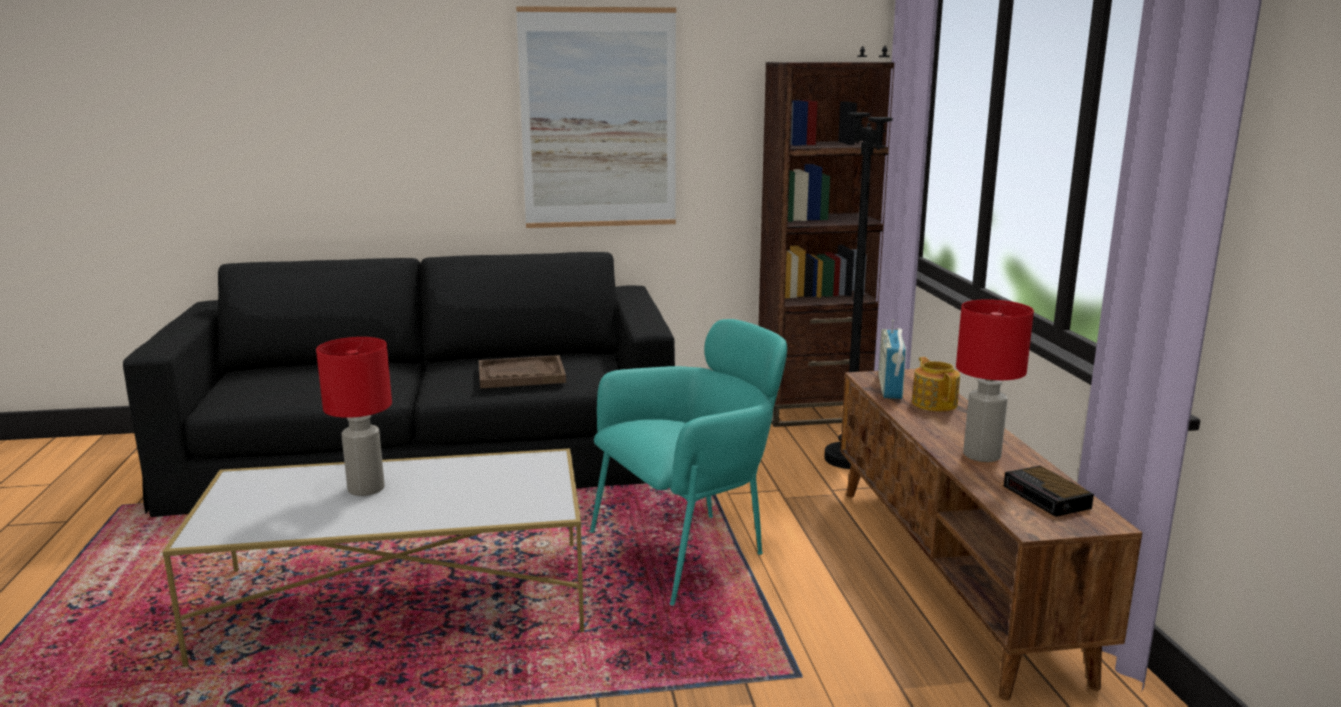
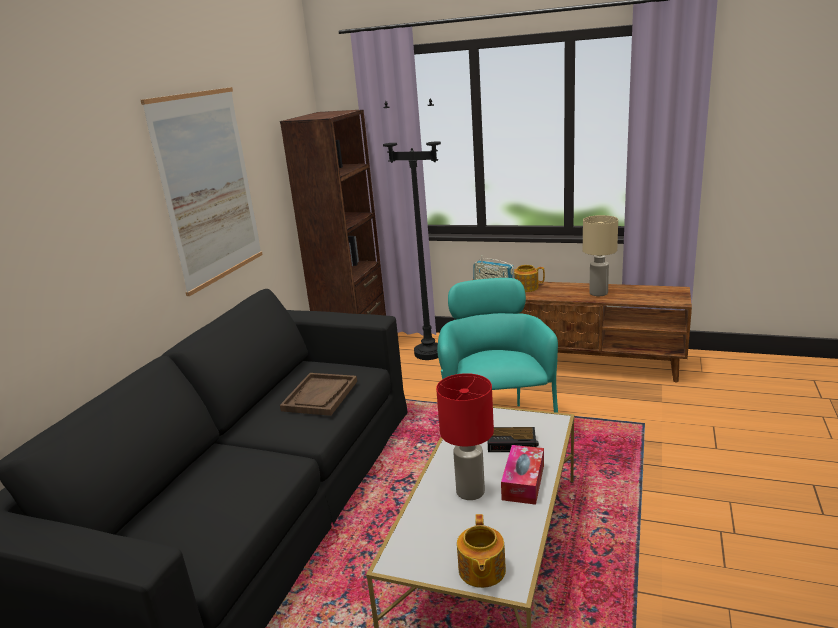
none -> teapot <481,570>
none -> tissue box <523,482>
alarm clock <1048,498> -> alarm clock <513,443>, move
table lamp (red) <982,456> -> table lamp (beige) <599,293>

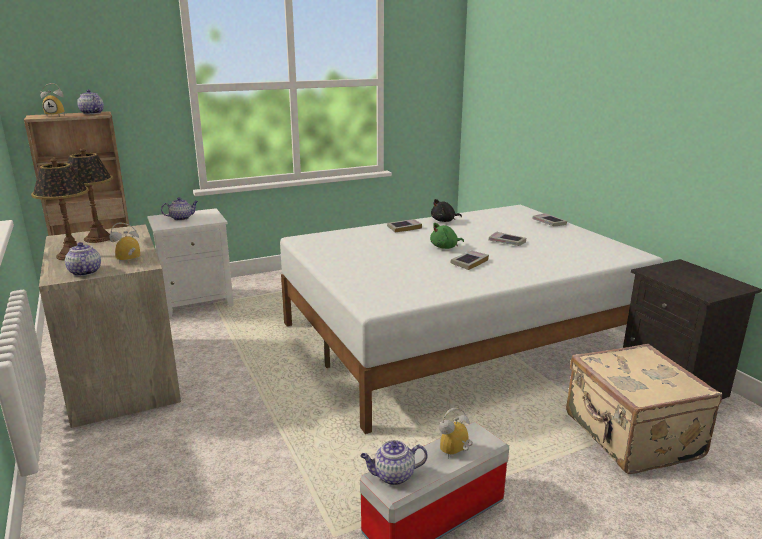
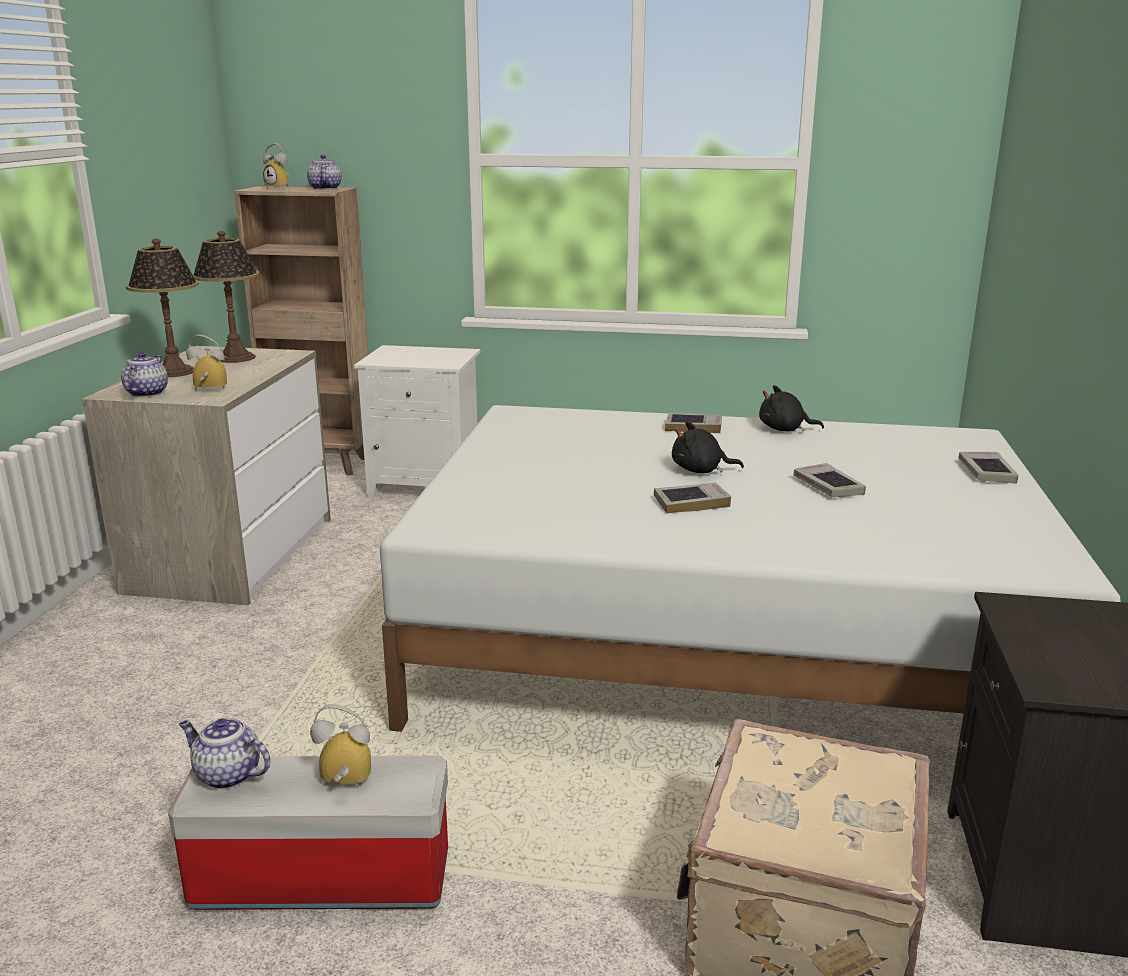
teapot <181,218> -> none
plush toy (green) <445,247> -> plush toy (black) <700,470>

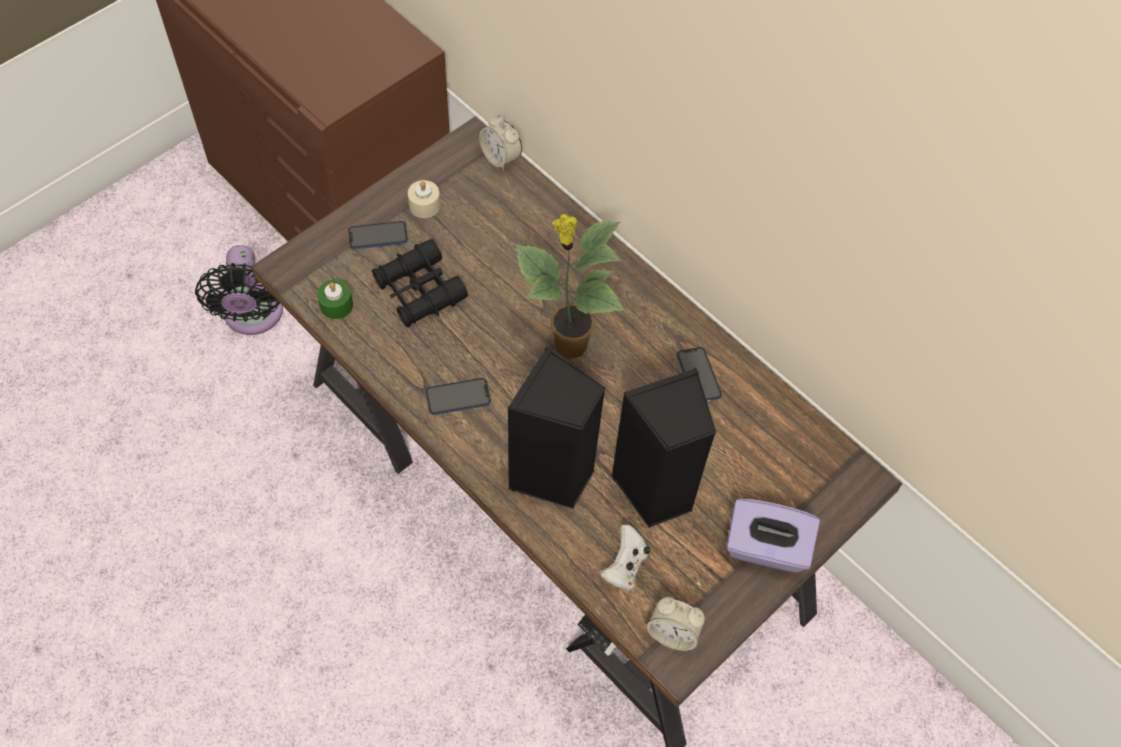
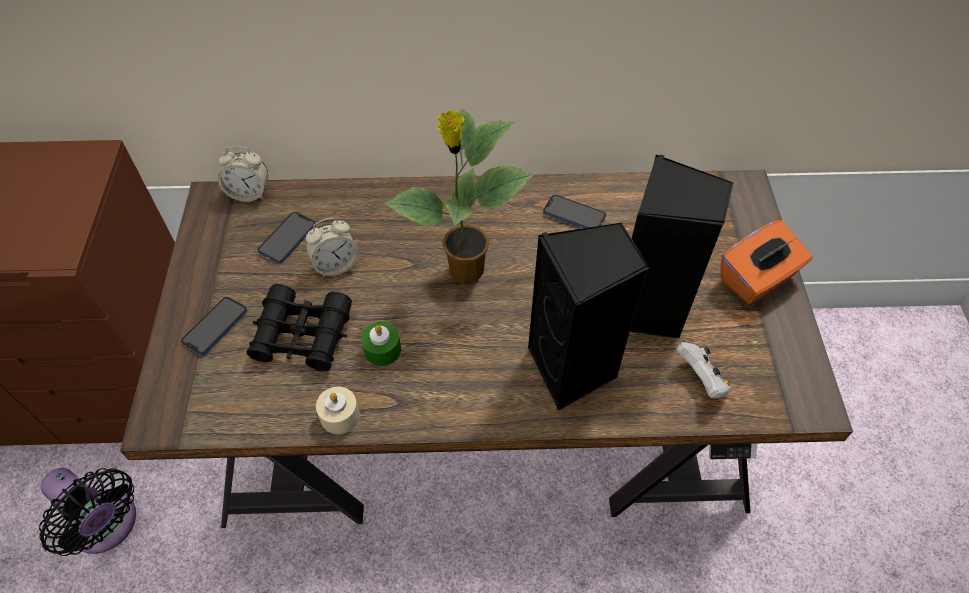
candle (green) <336,305> -> candle (green) <382,350>, move
candle (beige) <424,205> -> candle (beige) <340,416>, move
phone <458,397> -> phone <287,238>, move
alarm clock <673,633> -> alarm clock <335,265>, move
tissue box (purple) <766,548> -> tissue box (orange) <757,279>

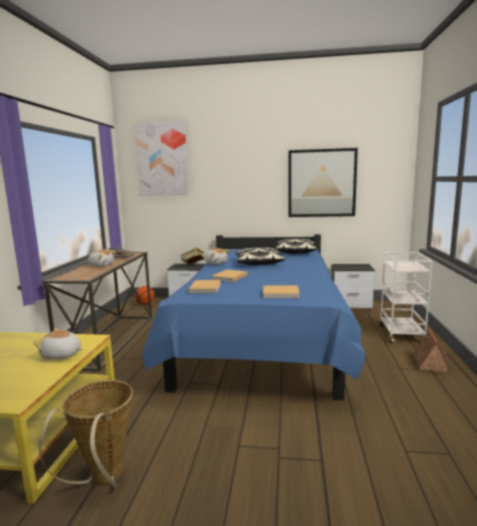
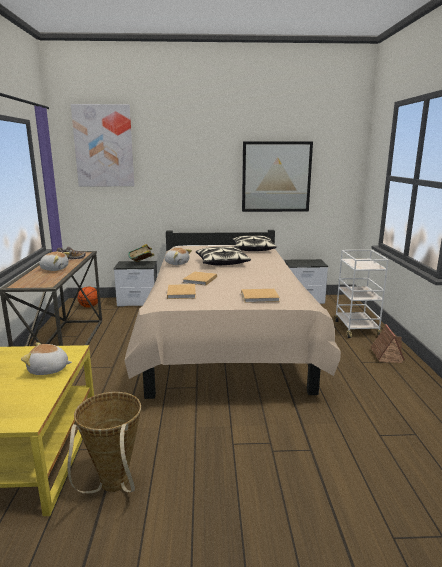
bed (blue) <261,338> -> bed (beige) <225,338>

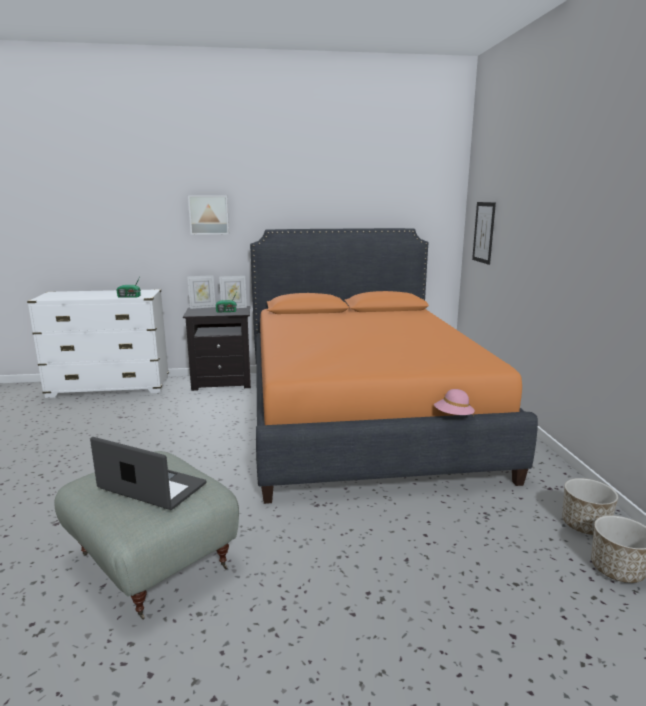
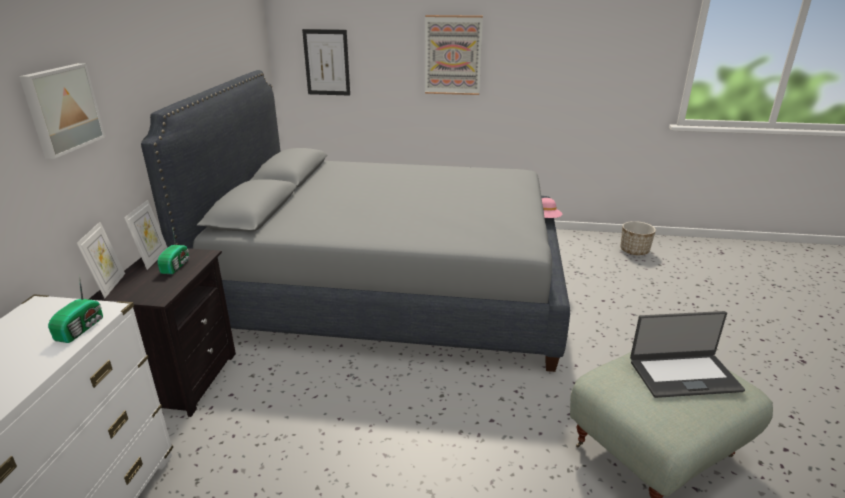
planter <584,525> -> none
none -> picture <453,55>
bed (orange) <361,417> -> bed (grey) <389,288>
laptop <151,487> -> laptop <683,375>, 135 degrees counterclockwise

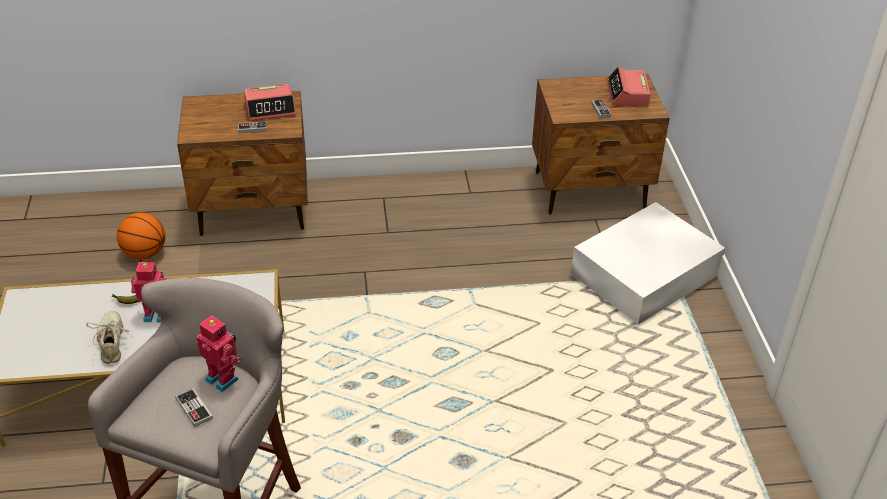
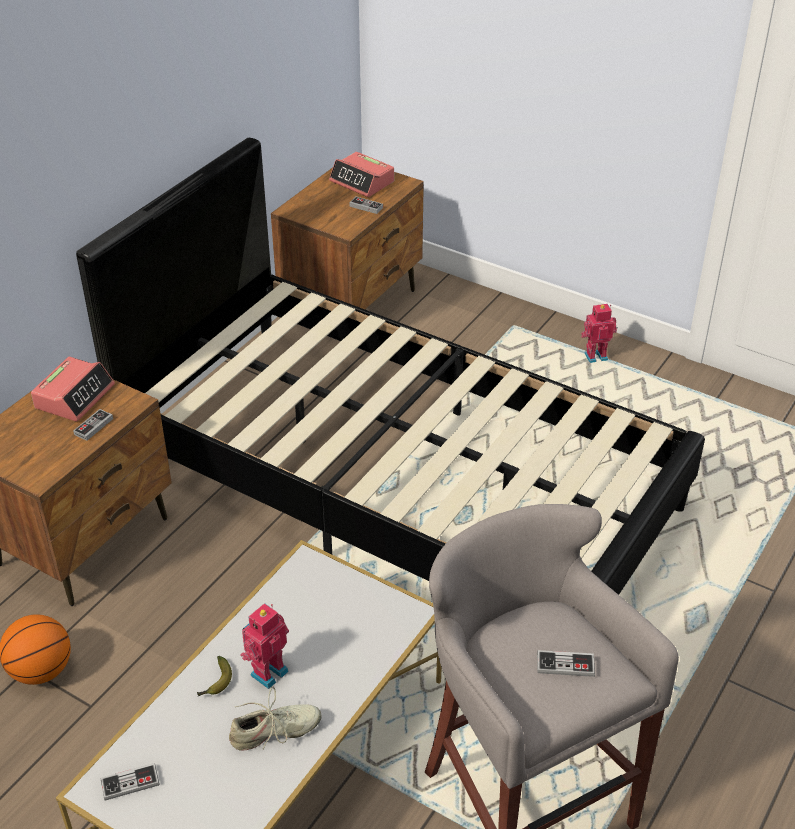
storage box (white) <646,274> -> none
none -> bed (black) <396,482>
none -> game controller <130,783>
toy robot <223,378> -> toy robot <595,356>, move
shoe (beige) <112,342> -> shoe (beige) <275,732>, 135 degrees clockwise

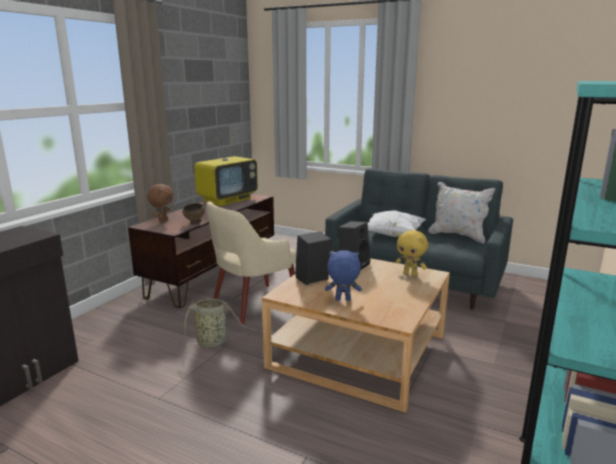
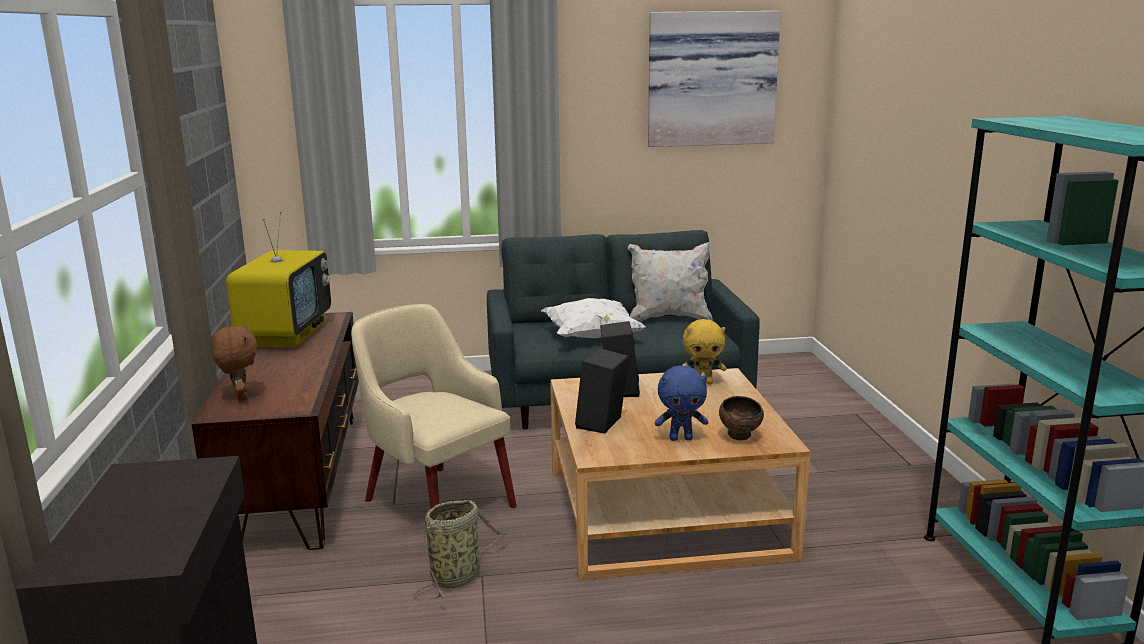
none -> picture <711,79>
bowl (brown) <195,223> -> bowl (brown) <740,437>, move
armchair (beige) <253,304> -> armchair (beige) <436,501>, 120 degrees clockwise
plush toy (blue) <342,300> -> plush toy (blue) <681,438>, 150 degrees counterclockwise

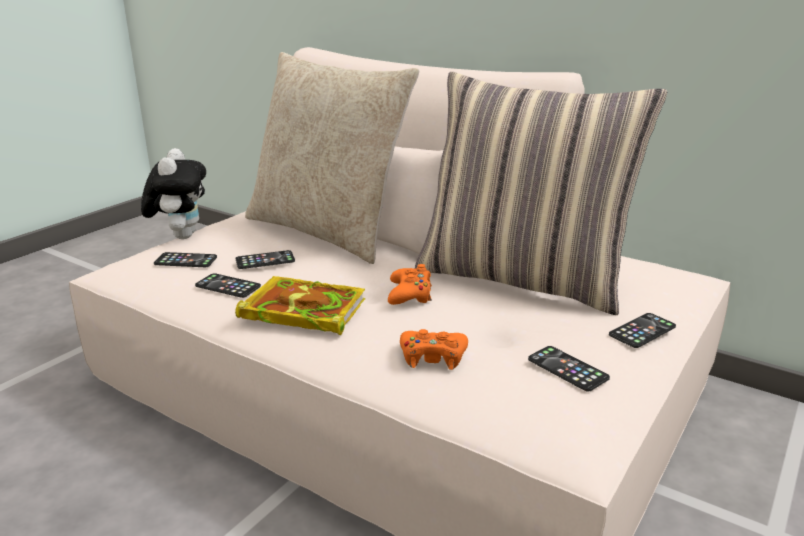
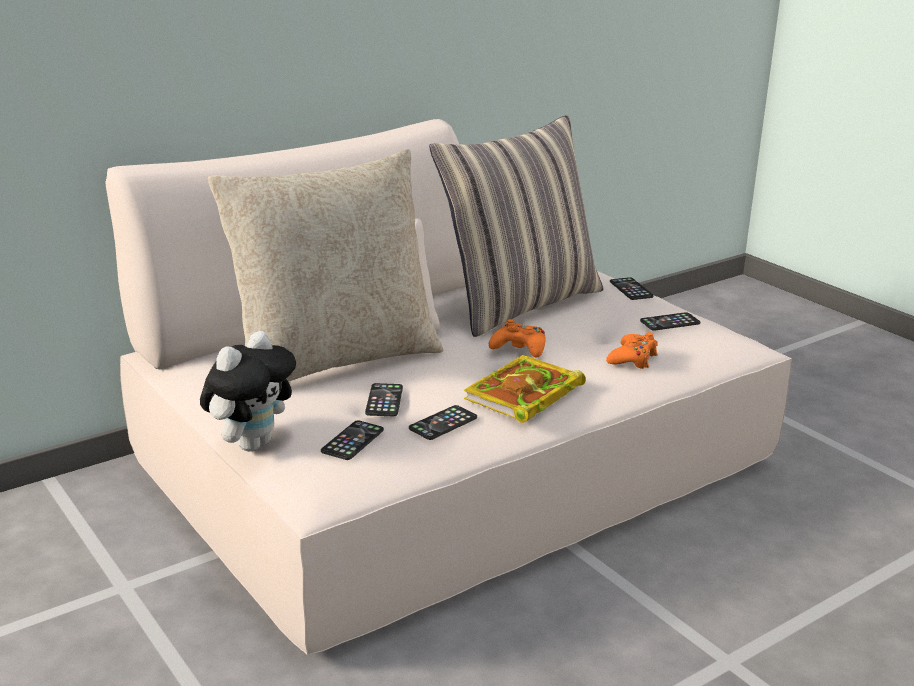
plush toy <181,235> -> plush toy <252,443>, 105 degrees clockwise

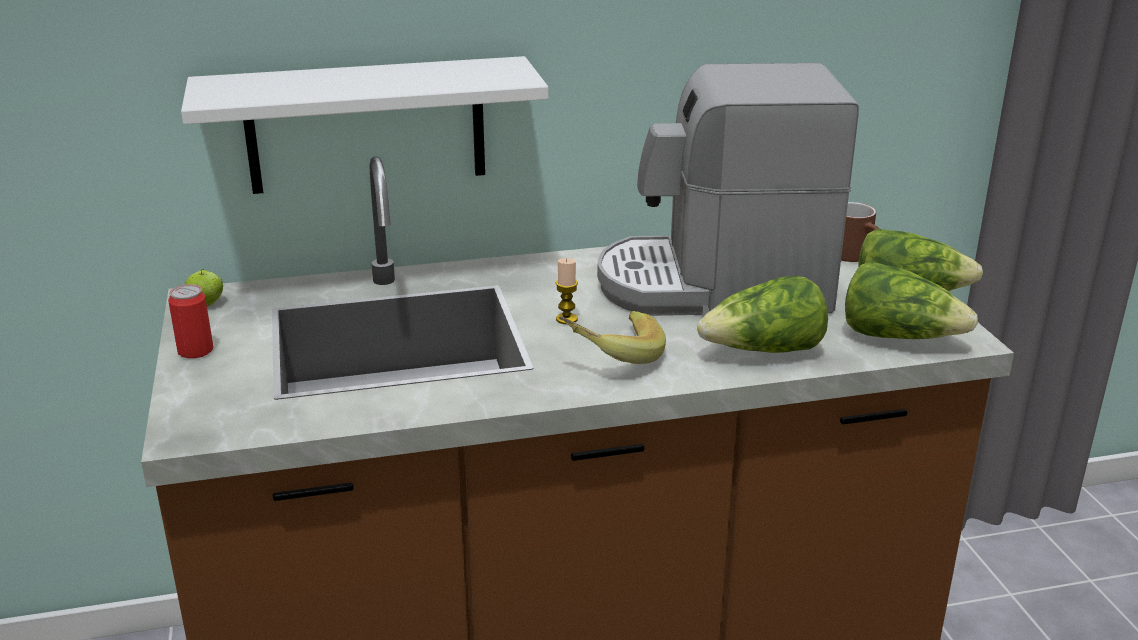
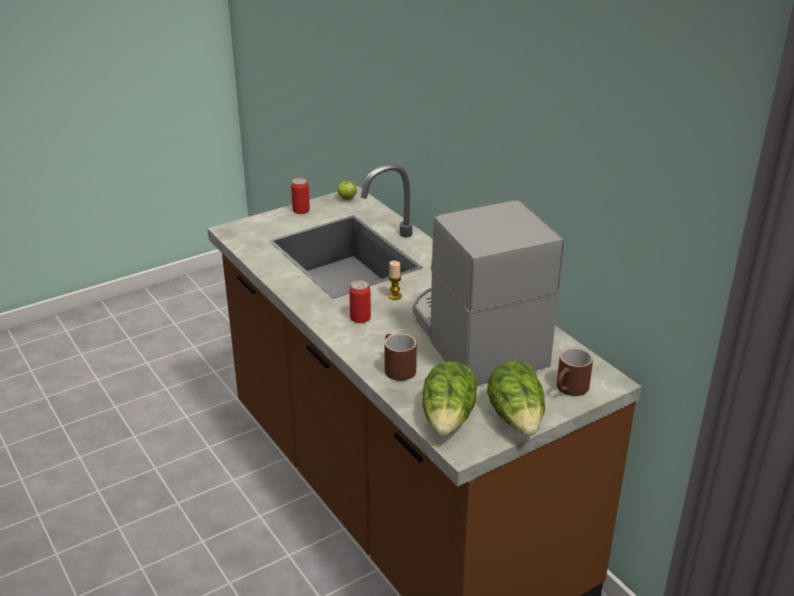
shelf (white) <366,125> -> none
banana <610,355> -> can <360,318>
lettuce <764,351> -> mug (brown) <396,368>

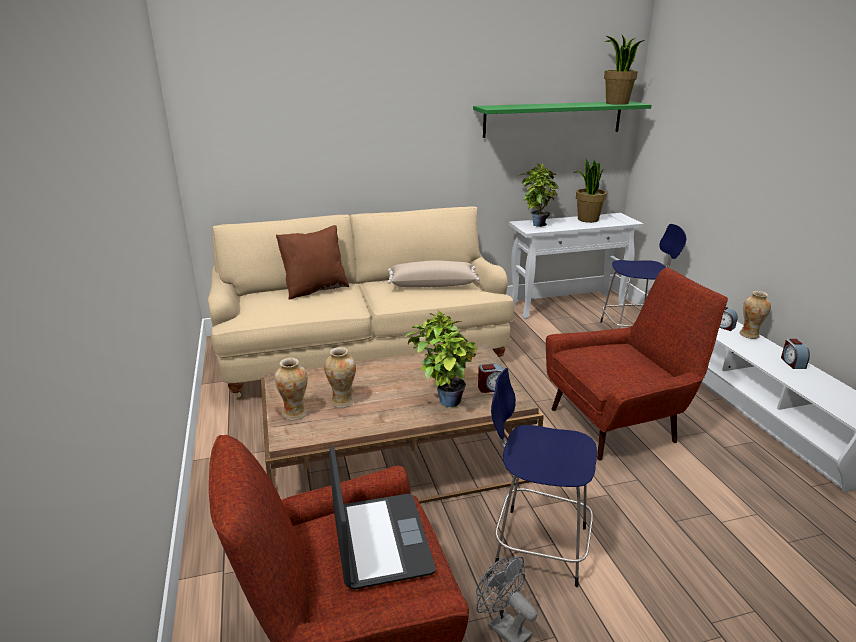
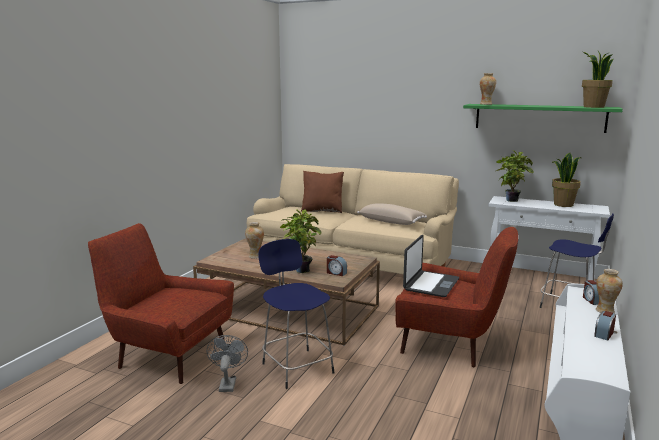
vase <294,414> -> vase <486,104>, move
laptop <380,541> -> laptop <430,284>, move

